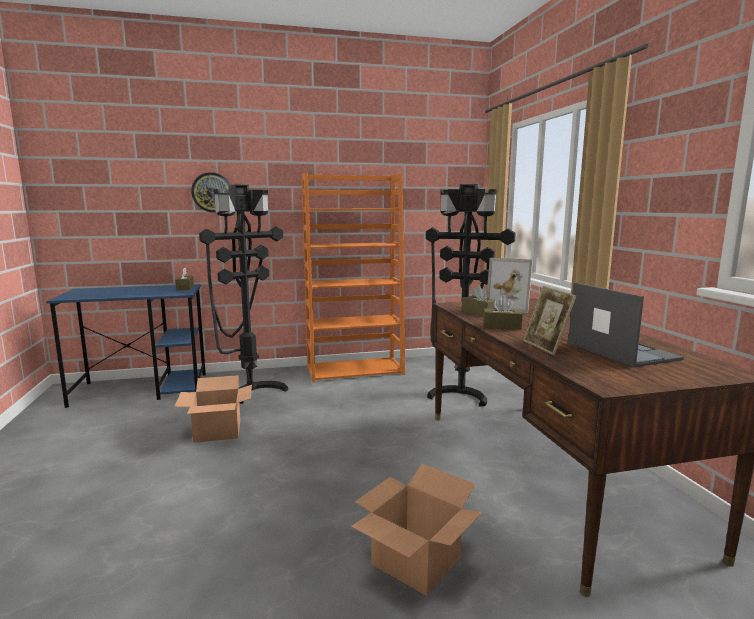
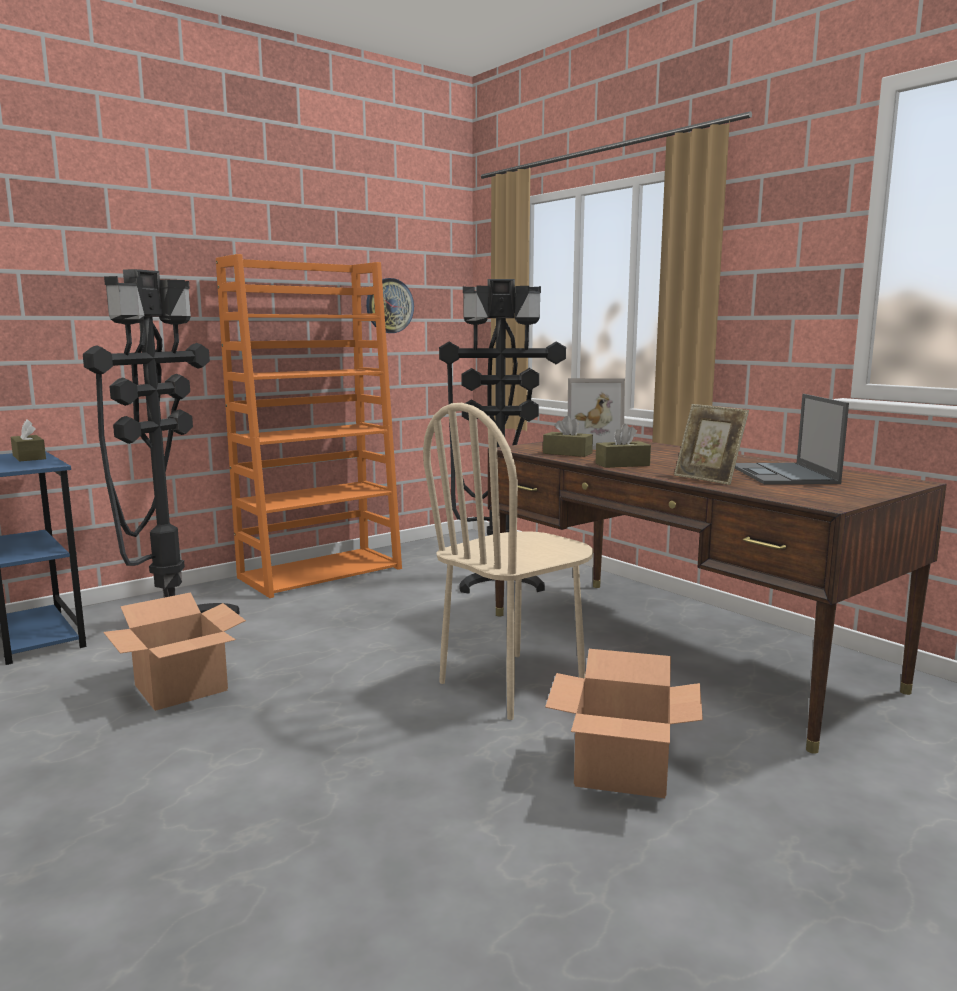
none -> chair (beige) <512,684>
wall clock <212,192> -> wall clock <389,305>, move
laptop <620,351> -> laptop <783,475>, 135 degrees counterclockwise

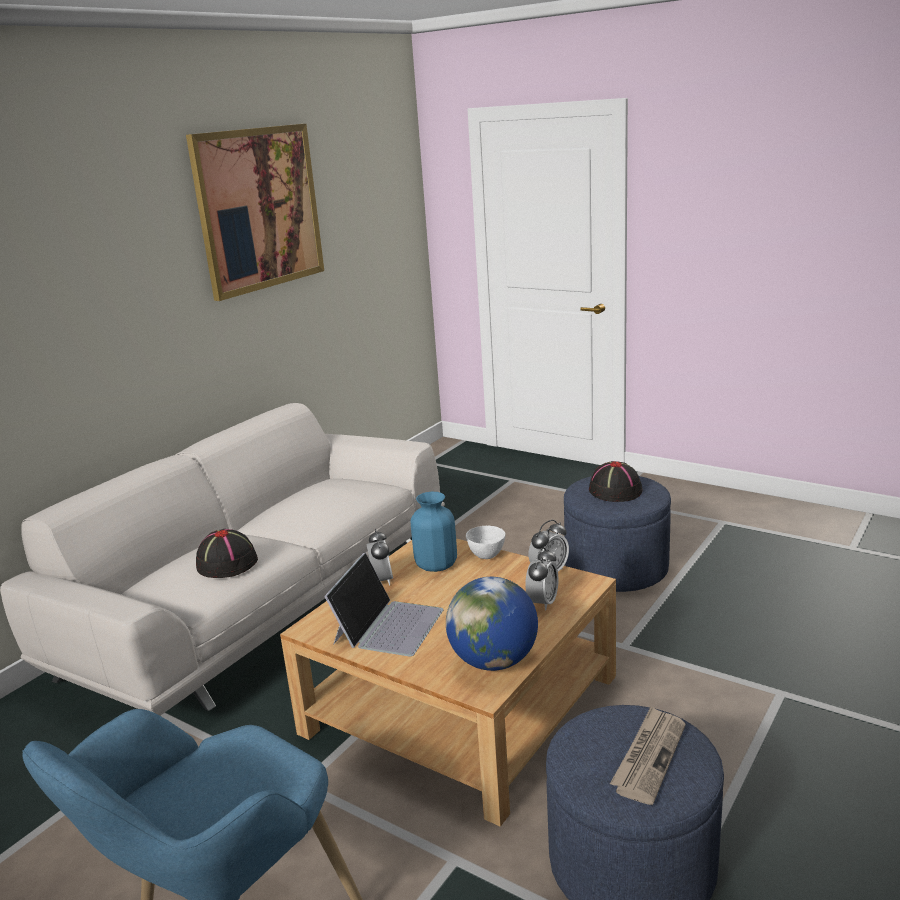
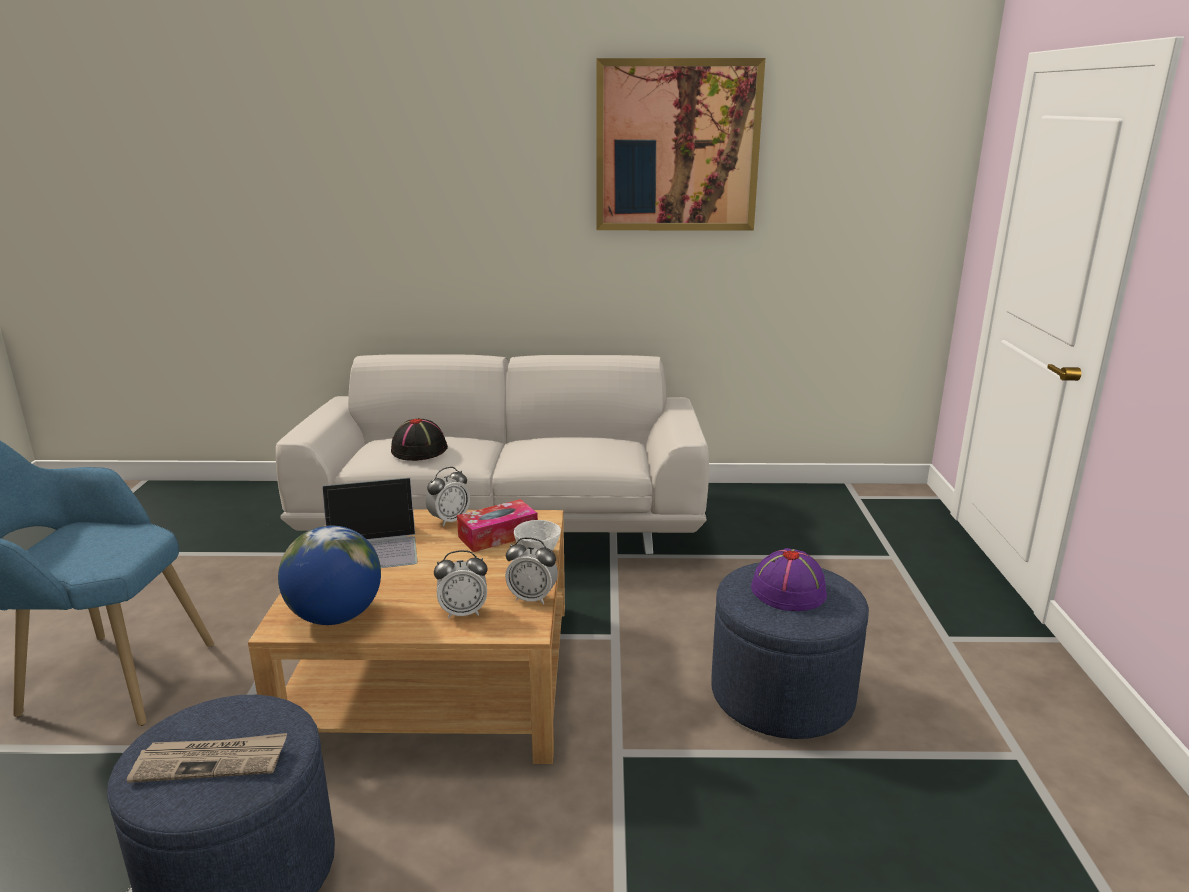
vase (blue) <436,564> -> tissue box <498,535>
hat (black) <614,491> -> hat (purple) <788,590>

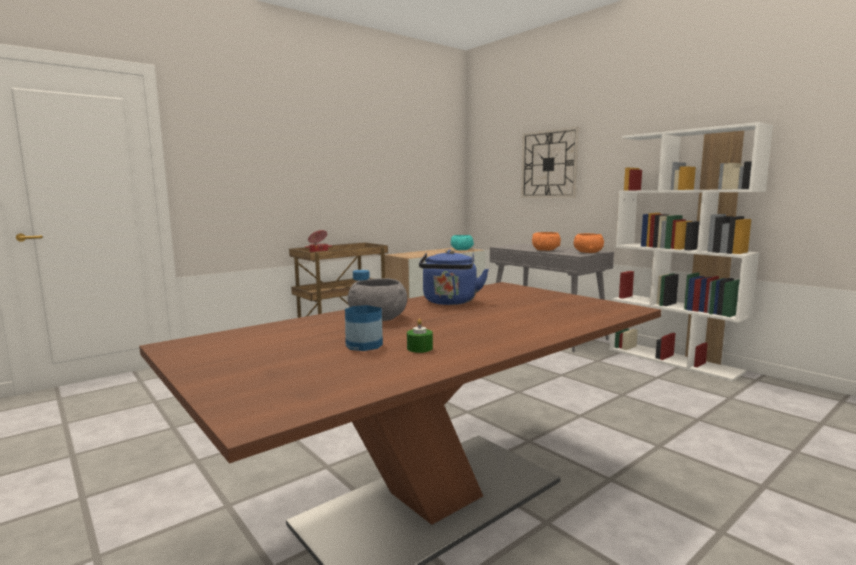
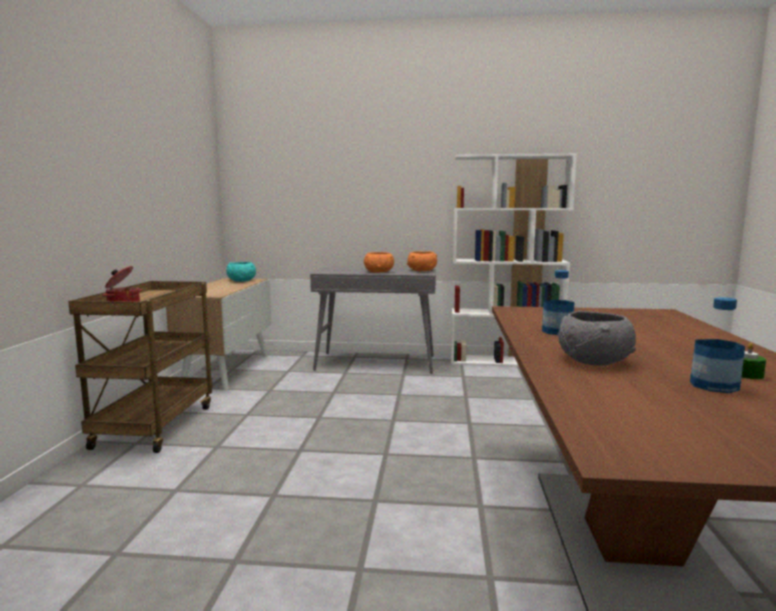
wall clock <549,164> -> none
kettle (blue) <450,302> -> bottle <557,331>

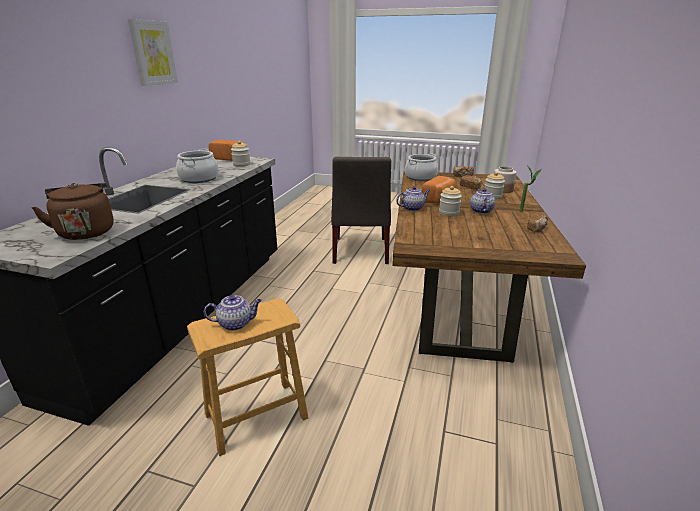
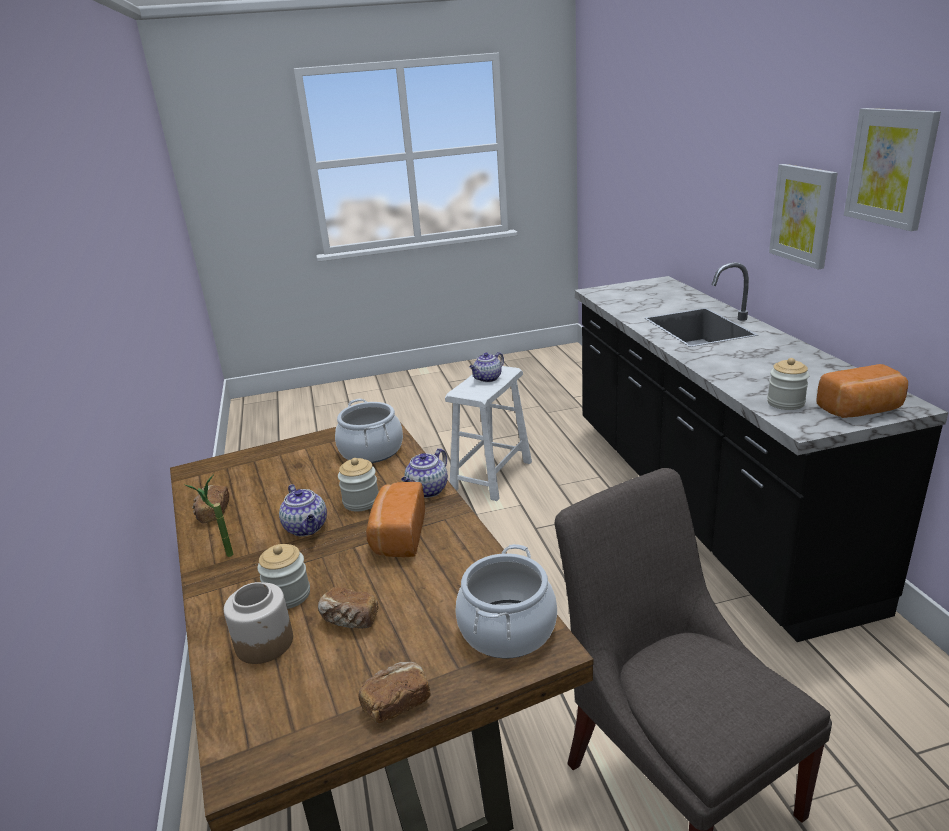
kettle (brown) <86,231> -> none
none -> picture <803,215>
cooking pot <199,179> -> cooking pot <371,451>, move
stool (brown) <256,415> -> stool (white) <492,476>

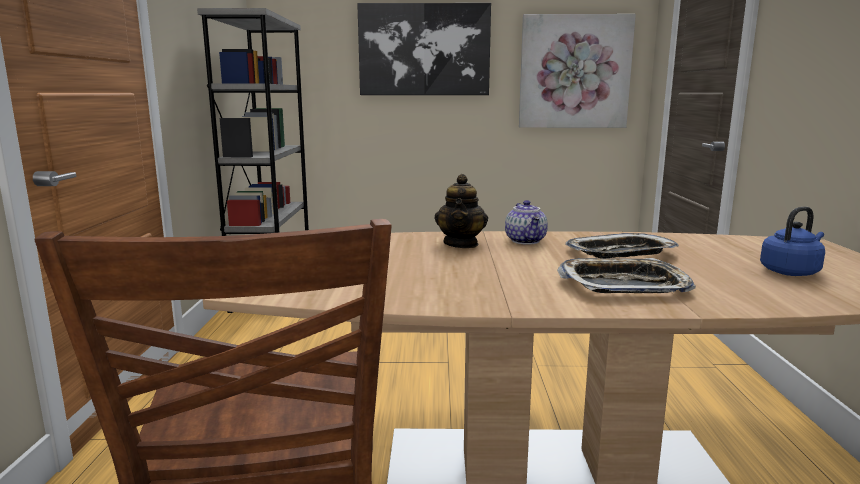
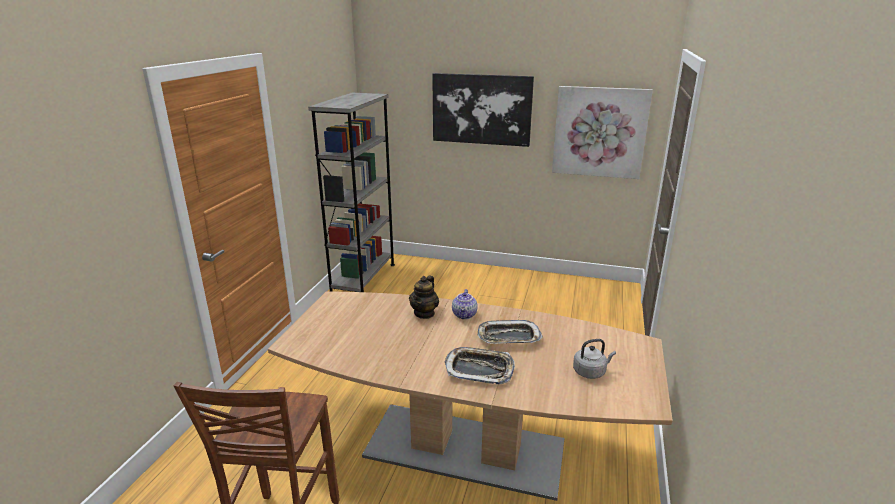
kettle (blue) <791,271> -> kettle (grey) <590,372>

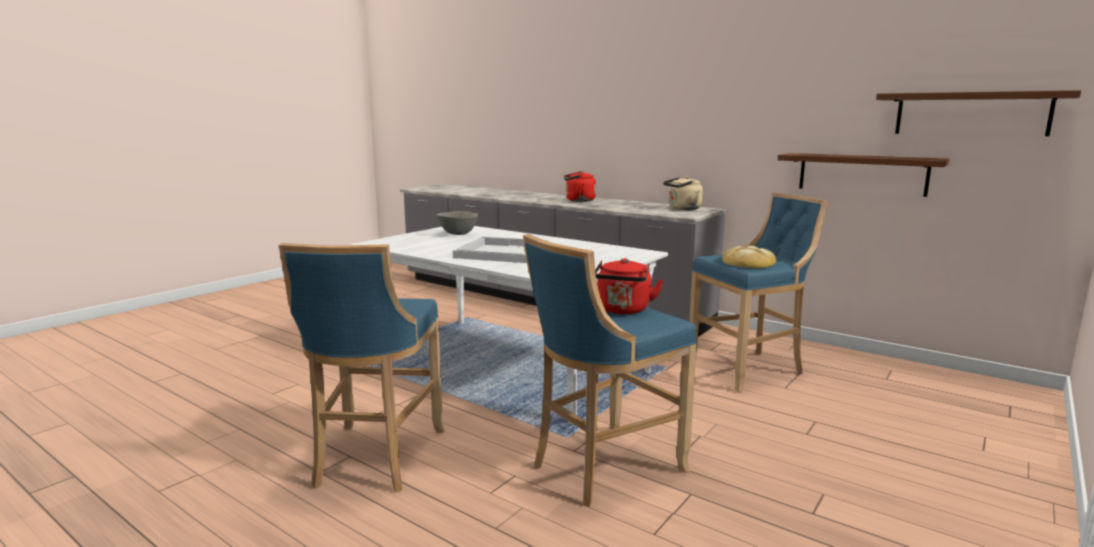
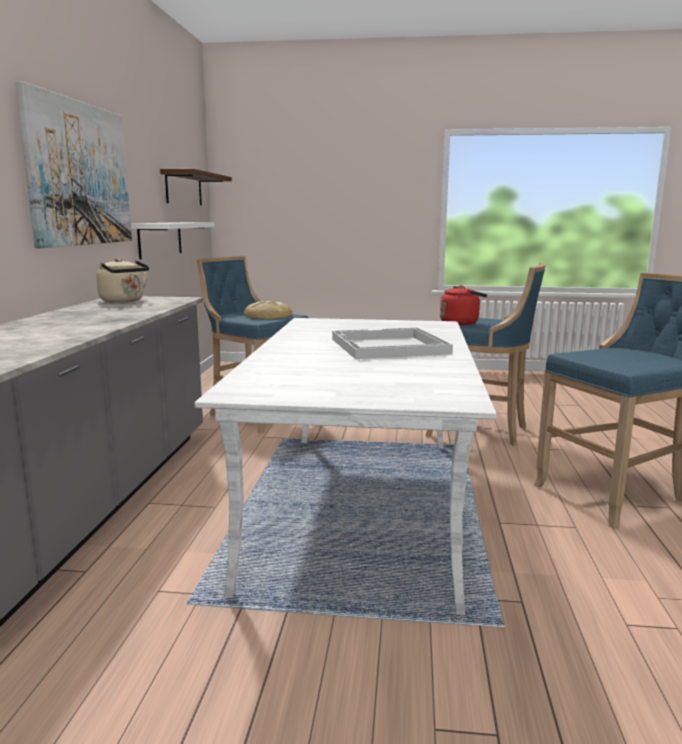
bowl (grey) <458,234> -> none
kettle (red) <578,200> -> none
none -> picture <80,174>
shelf (brown) <862,174> -> shelf (white) <160,239>

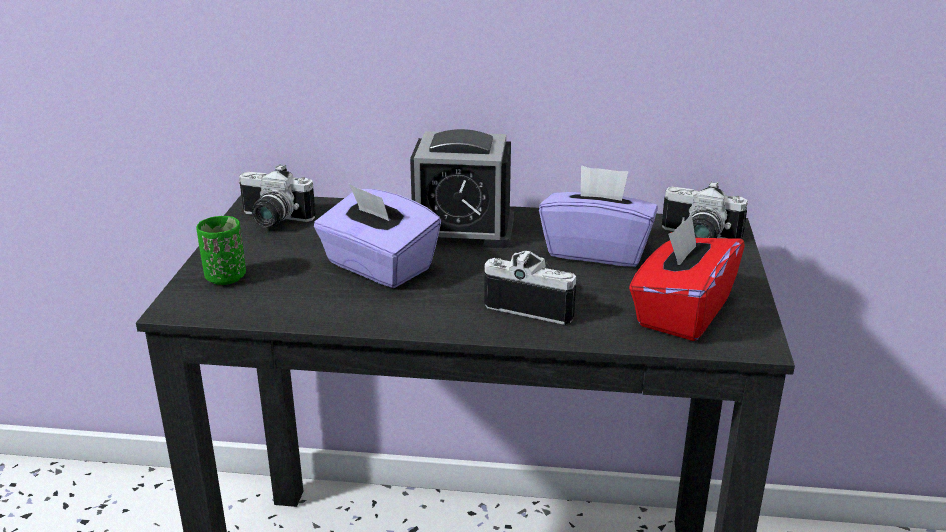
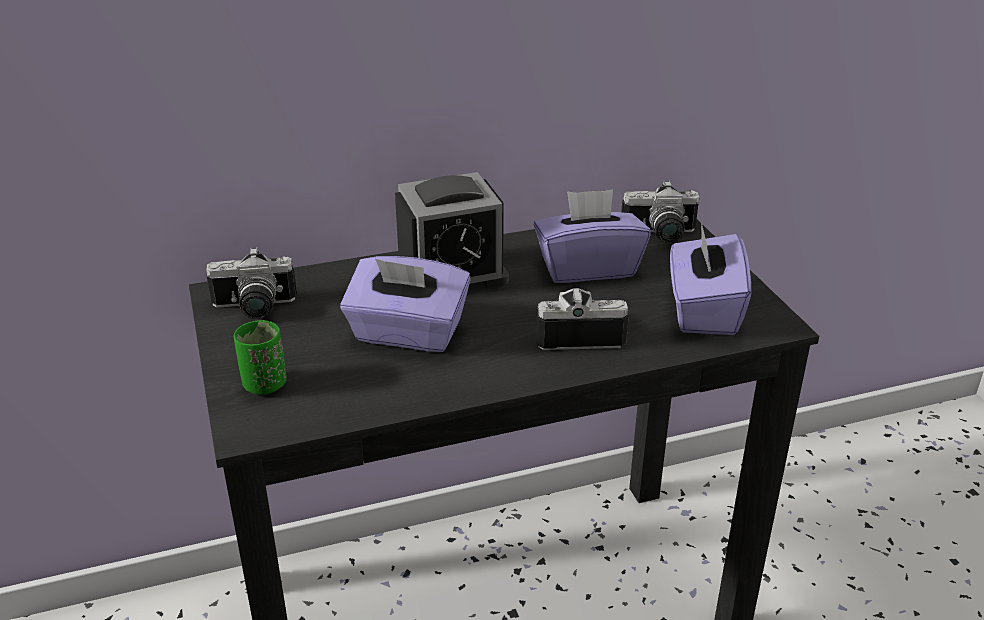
tissue box (red) <682,312> -> tissue box (purple) <703,310>

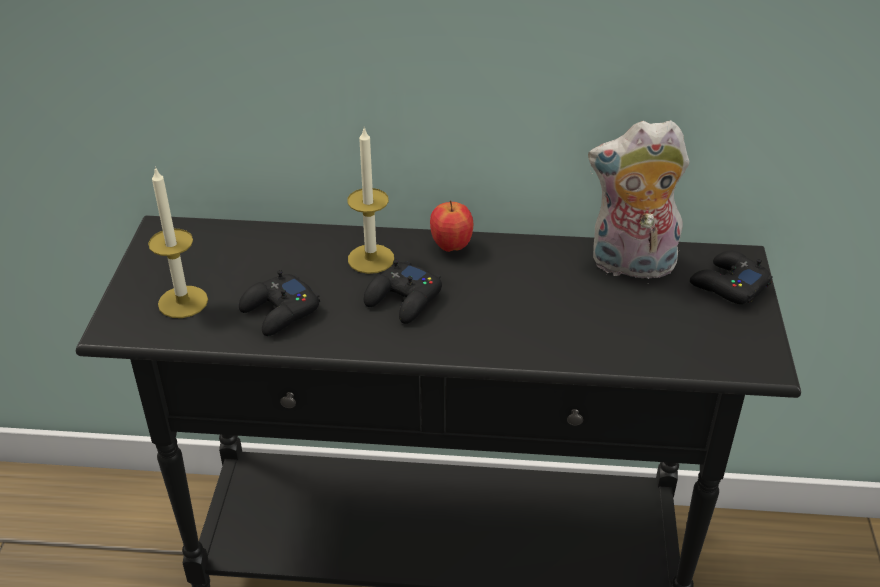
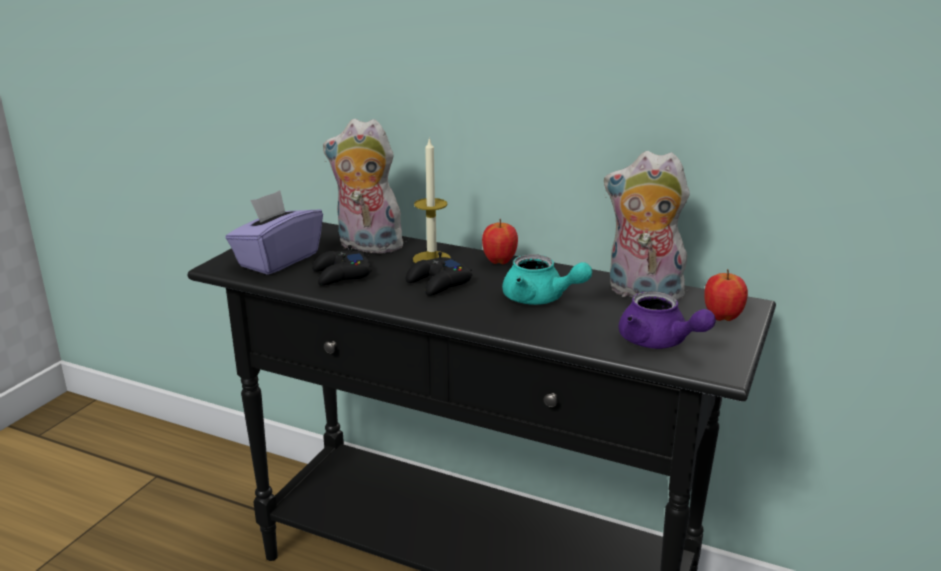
none -> plush toy <366,246>
none -> teapot (turquoise) <540,299>
none -> teapot (purple) <659,342>
candle <183,302> -> tissue box (purple) <278,260>
game controller (black) <728,285> -> apple <722,317>

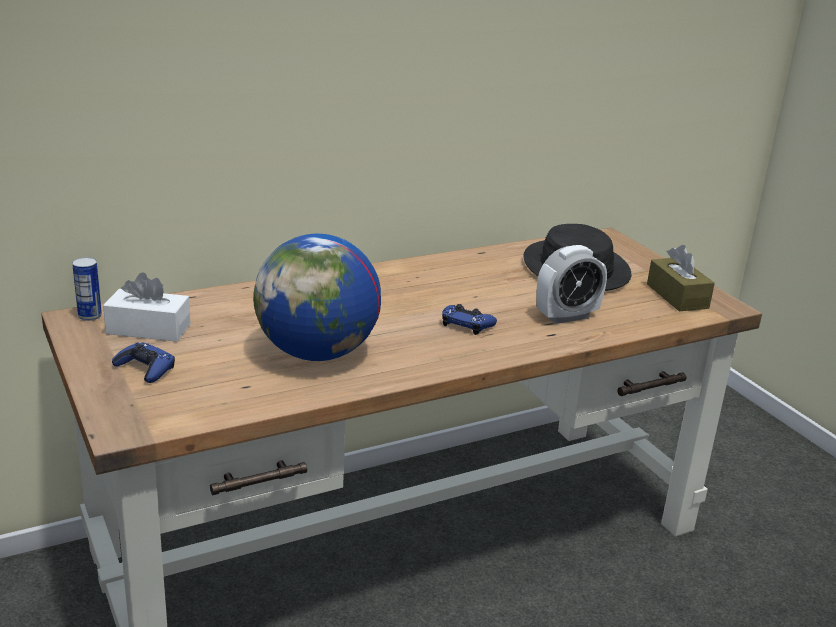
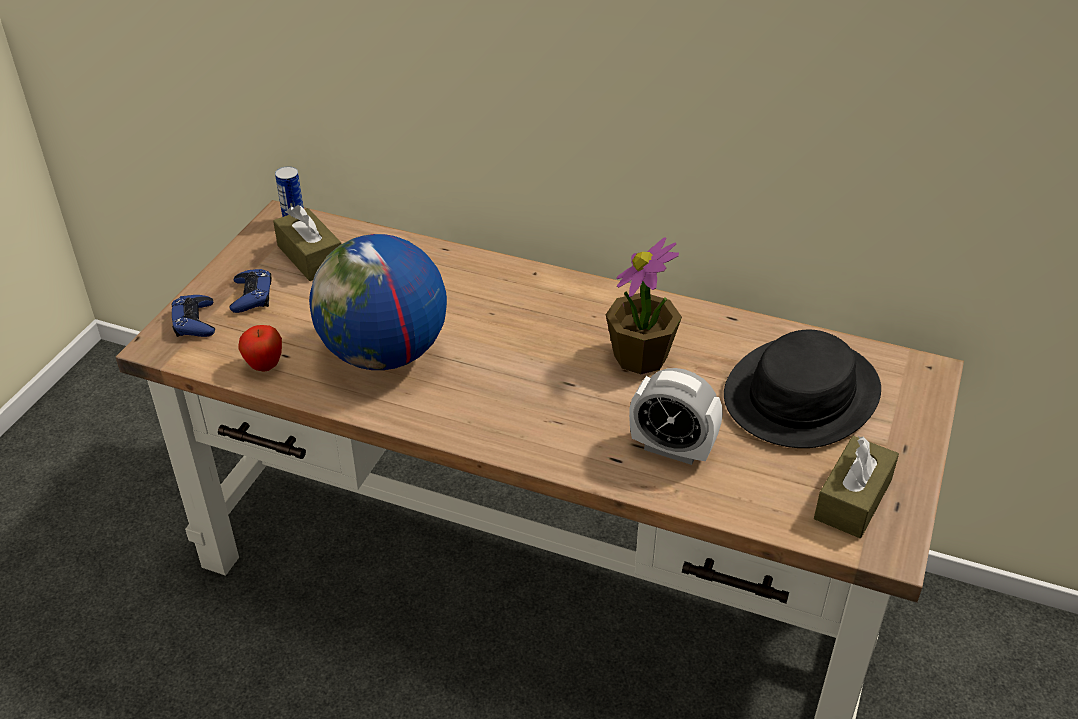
none -> apple <265,366>
none -> potted plant <640,357>
game controller (blue) <466,324> -> game controller (blue) <194,322>, move
tissue box (white) <148,329> -> tissue box (brown) <310,257>

